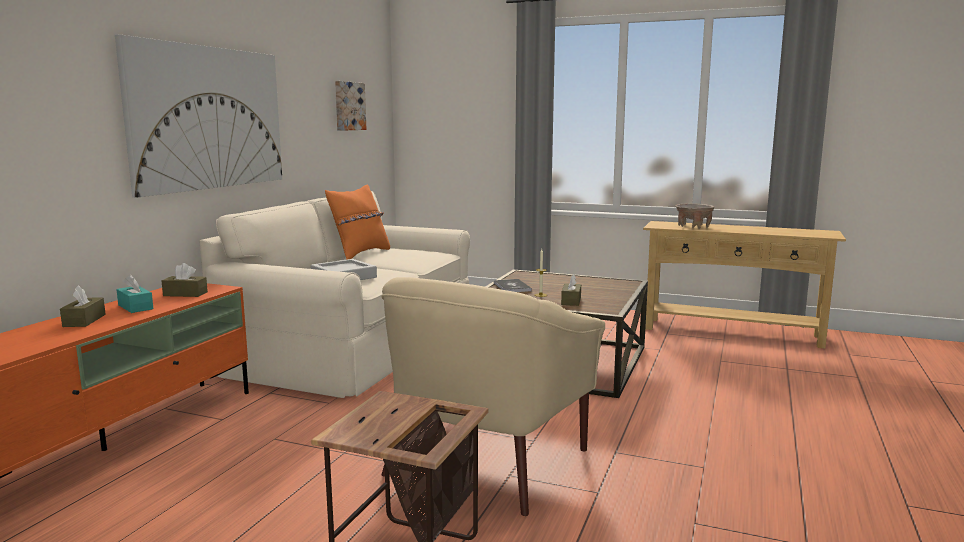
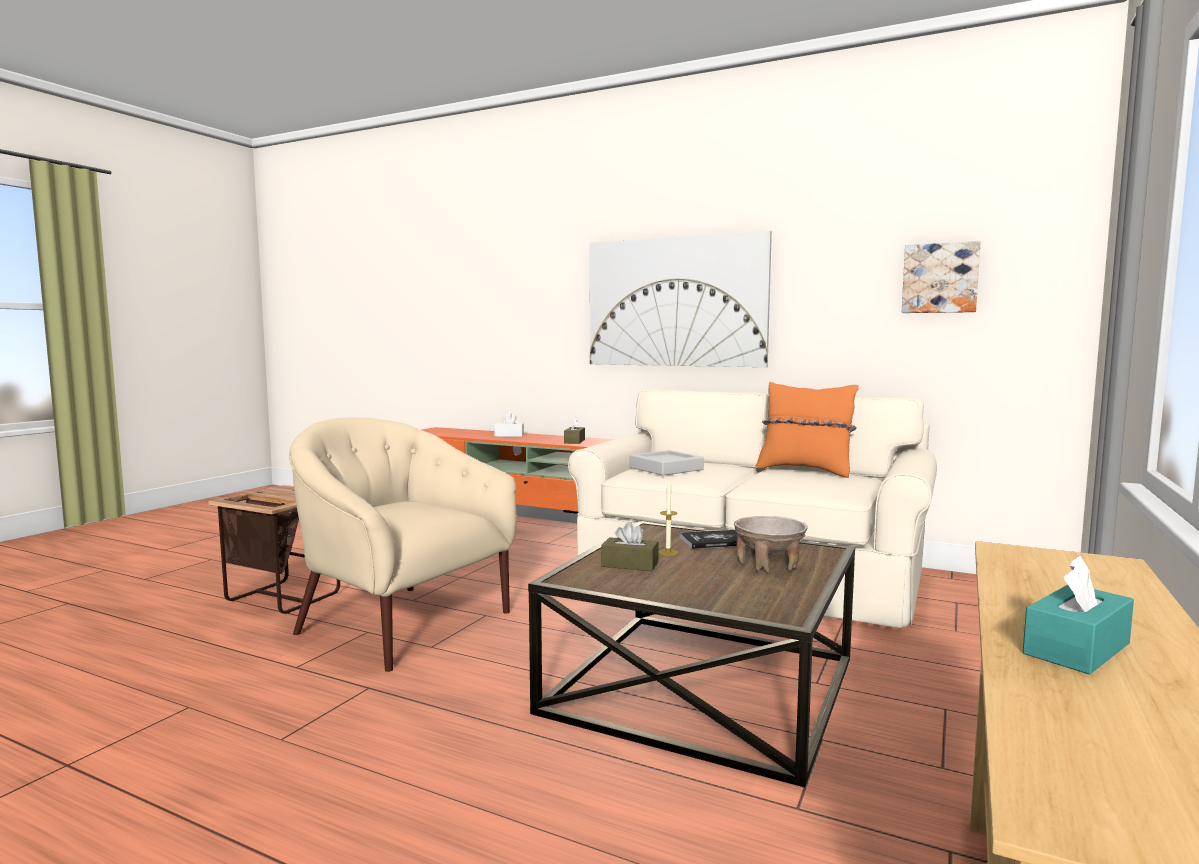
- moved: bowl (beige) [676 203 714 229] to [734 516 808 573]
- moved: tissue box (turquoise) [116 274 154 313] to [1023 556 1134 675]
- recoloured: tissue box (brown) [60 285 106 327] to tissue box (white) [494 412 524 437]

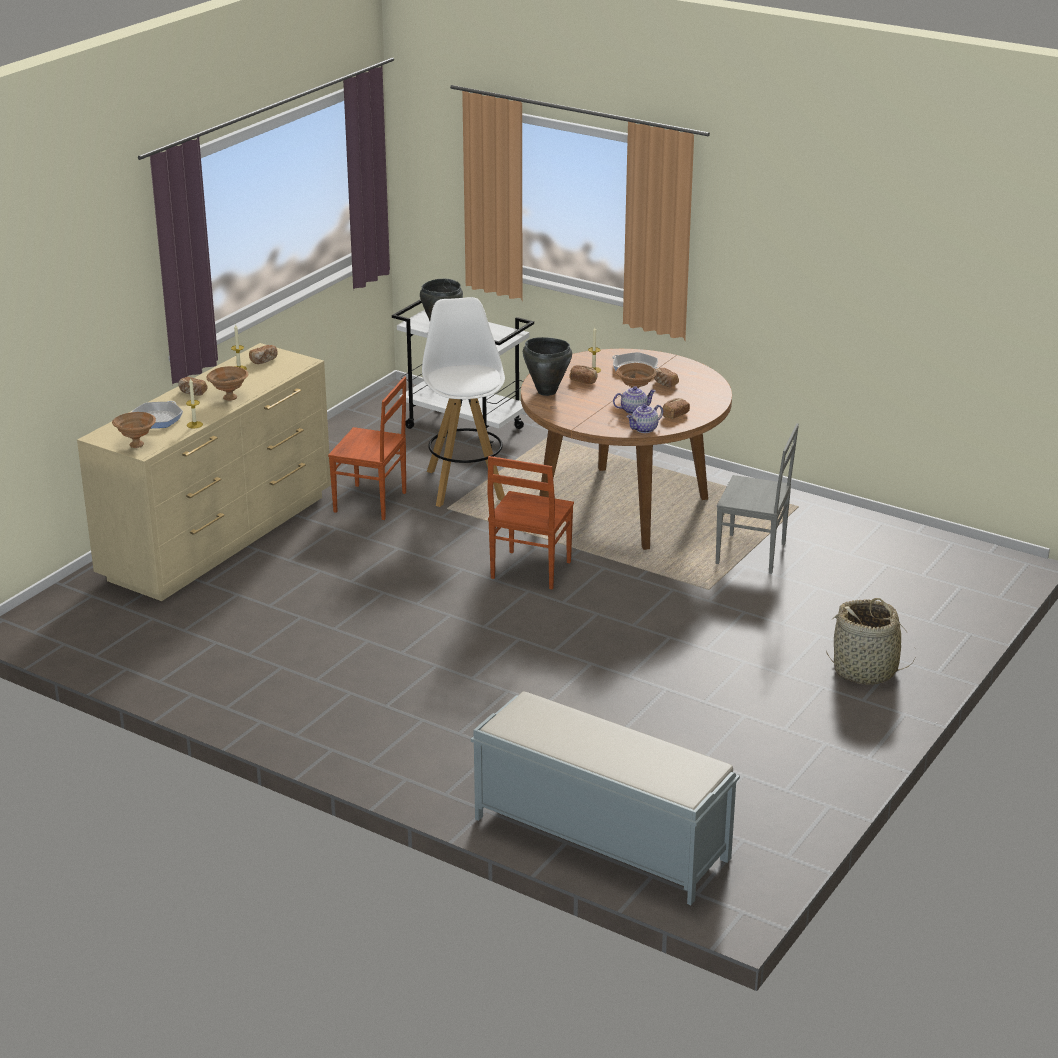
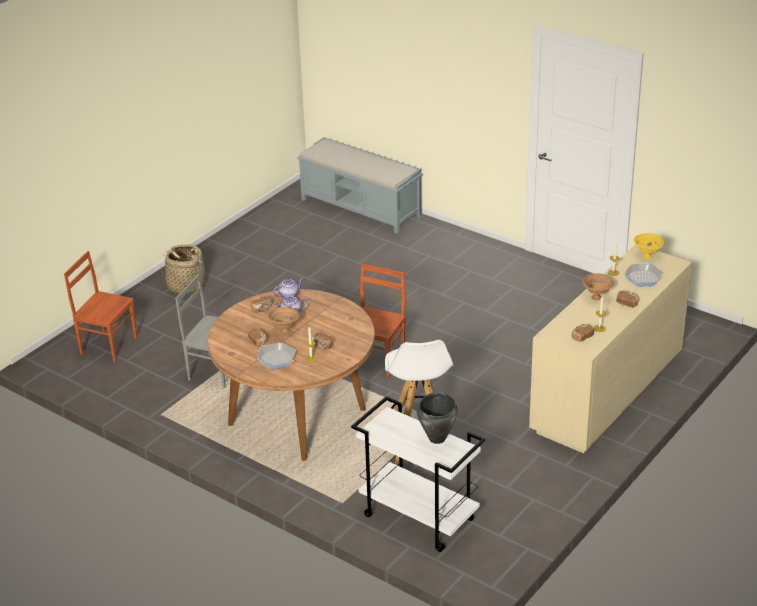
- removed: cooking pot (black) [523 337 572 396]
- moved: chair (brown) [328 376 406 520] to [64 251 138 362]
- recoloured: bowl (brown) [112 412 156 448] to bowl (yellow) [634 233 664 259]

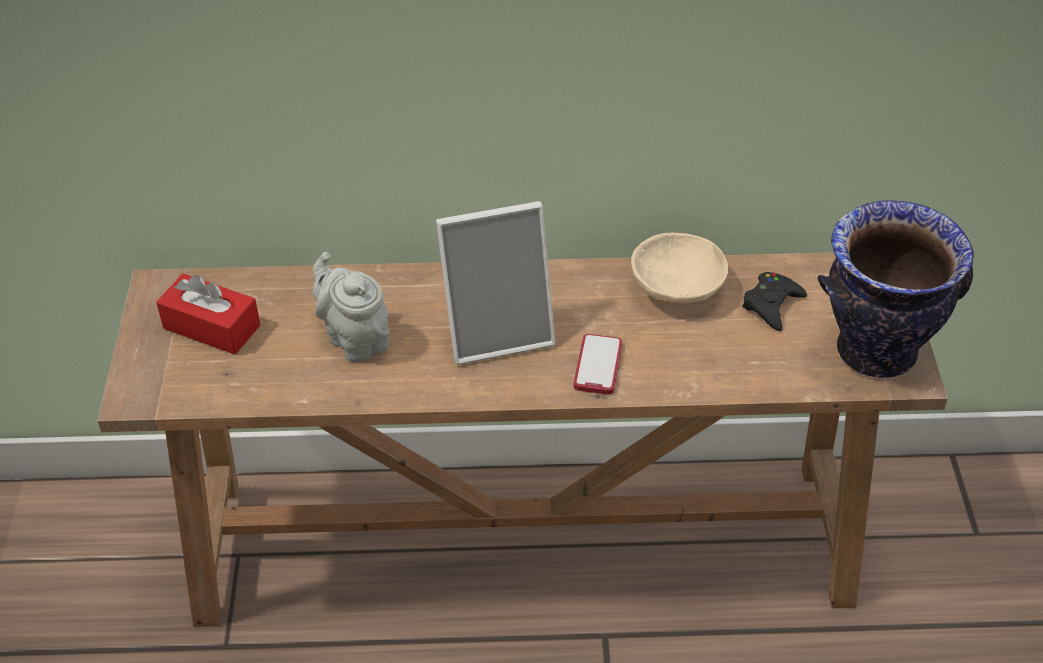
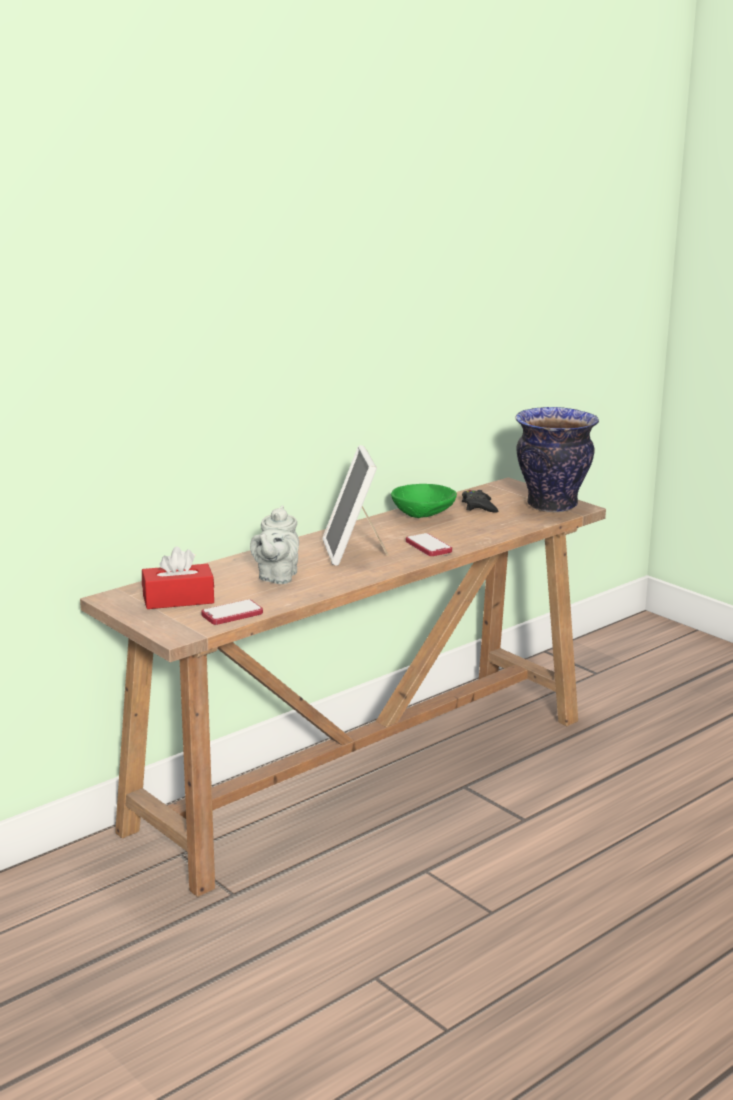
- turned: picture frame [436 201 555 365] = [322 445 388 566] 135 degrees clockwise
- recoloured: bowl (beige) [631 233 728 303] to bowl (green) [391 484 457 518]
- turned: teapot (grey) [312 252 389 362] = [250 505 299 584] 90 degrees counterclockwise
- added: phone [201 599 263 625]

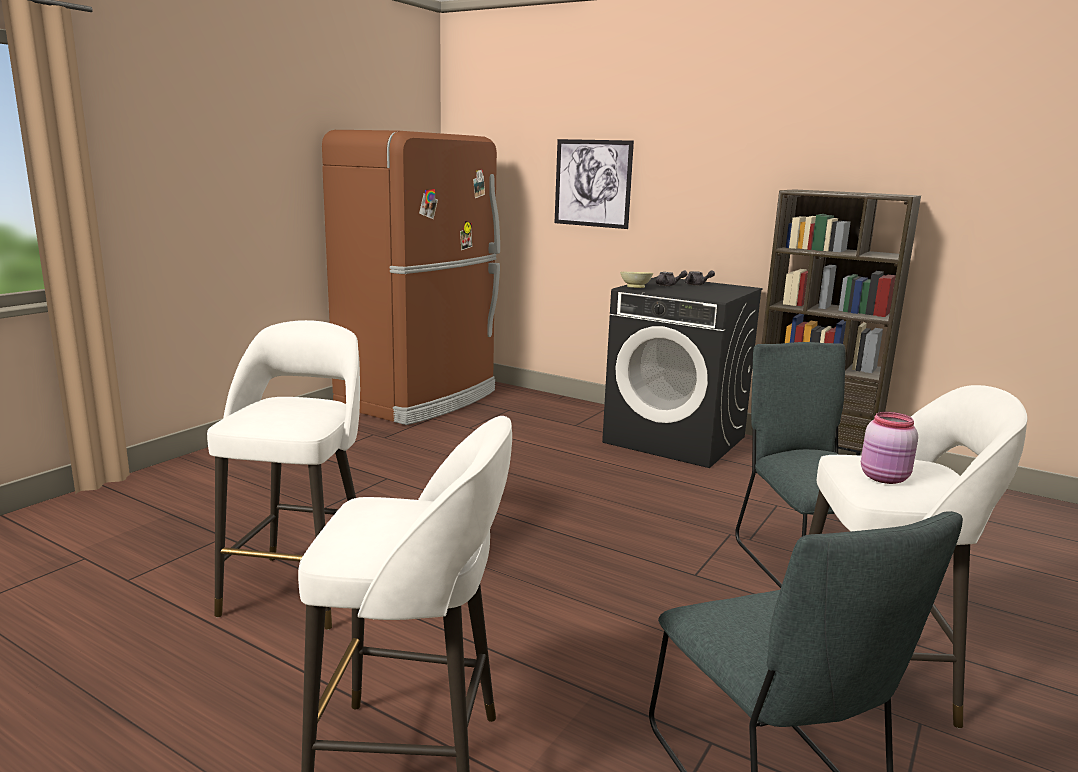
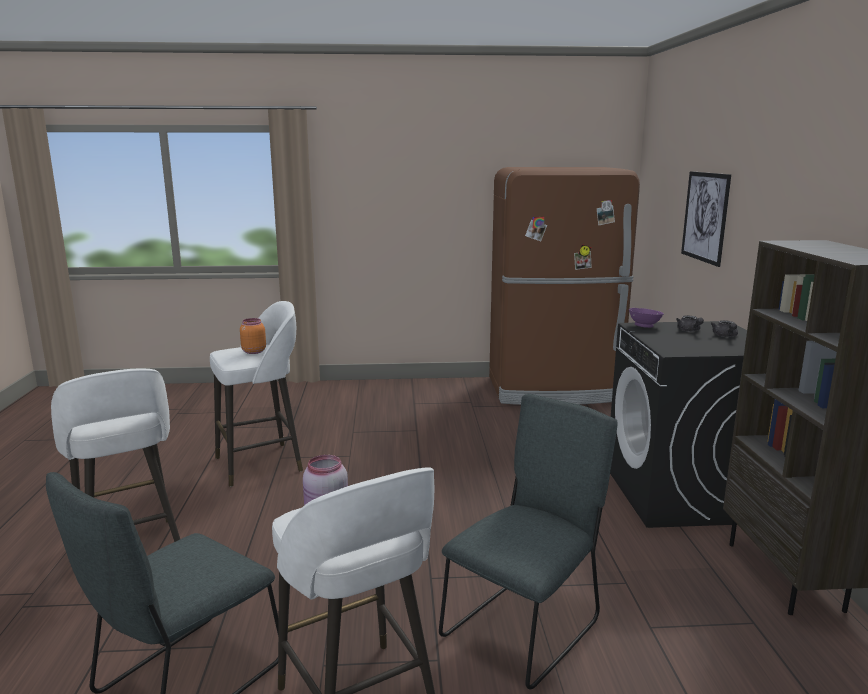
- recoloured: bowl (beige) [620 271 653 288] to bowl (purple) [629 308 664 328]
- added: jar (orange) [240 318 266 354]

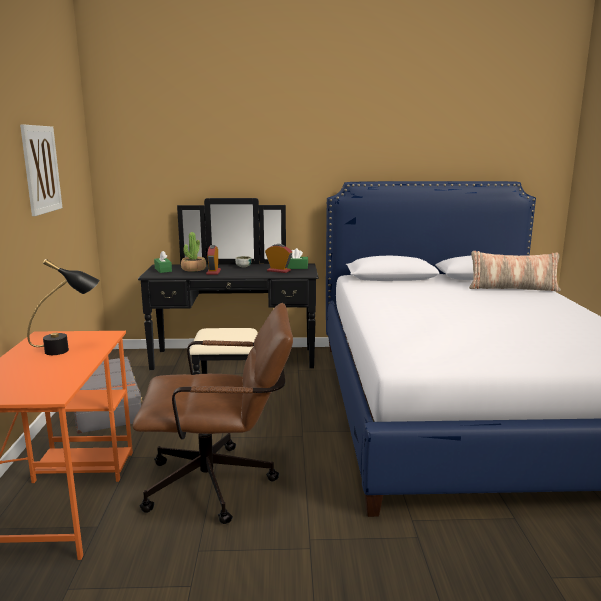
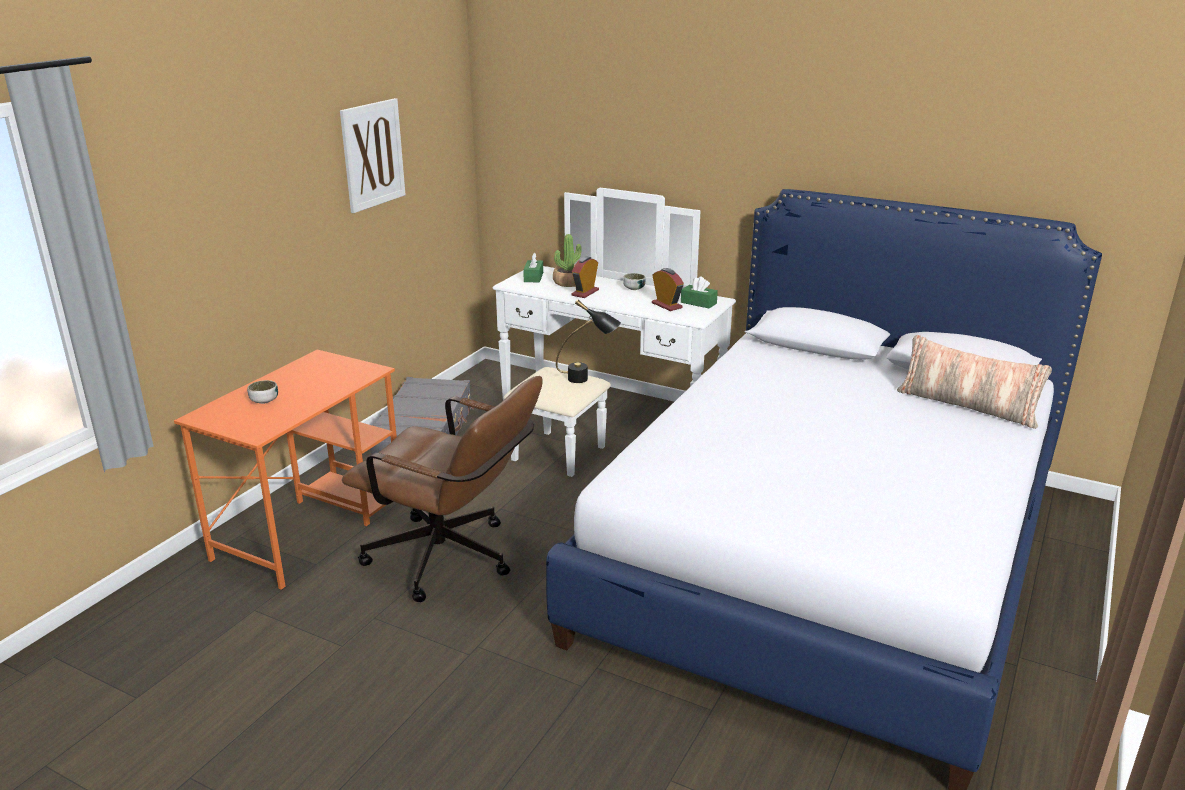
- recoloured: dresser (black) [138 198 319 375] to dresser (white) [493 188 736 477]
- moved: table lamp (black) [27 259 99 355] to [556 300 621 383]
- added: bowl [247 380 278 404]

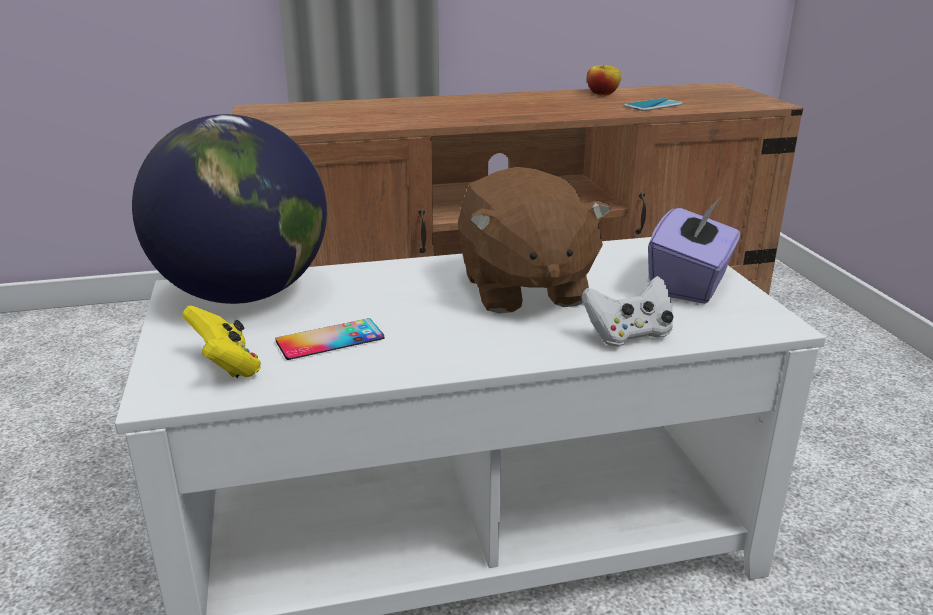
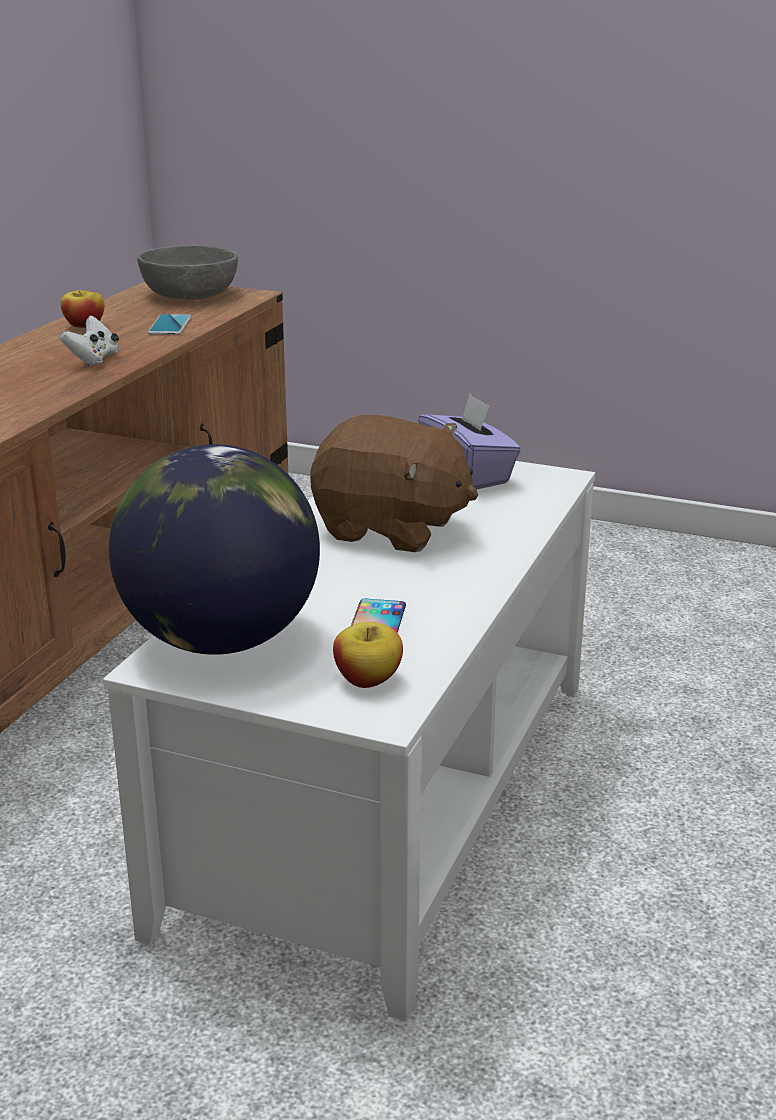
- moved: game controller (white) [581 276 674 346] to [60 316 119 366]
- replaced: game controller (yellow) [182 306 261 378] to apple [333 622 403 688]
- added: bowl (grey) [137 245 238 300]

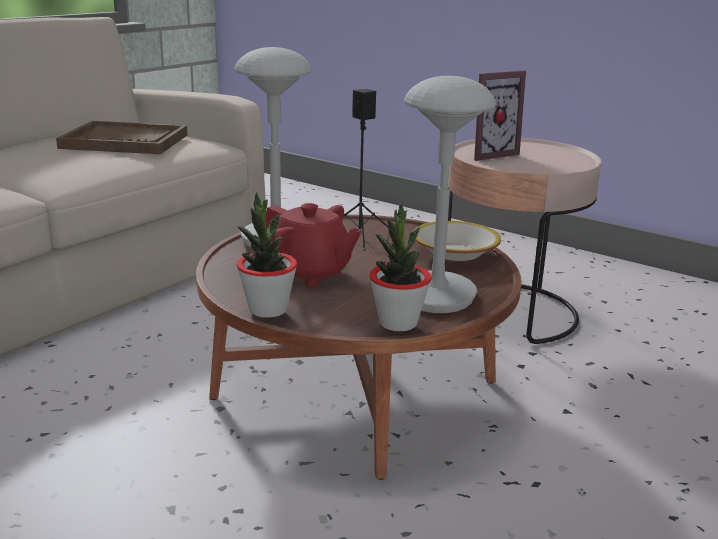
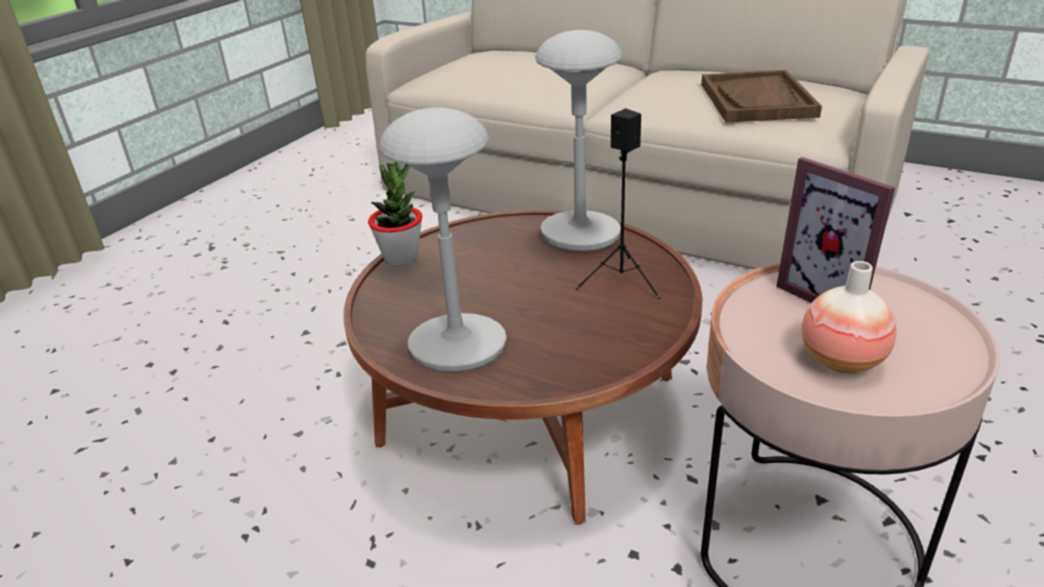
- removed: teapot (red) [265 203 362 286]
- removed: potted plant [369 203 432 331]
- removed: bowl [413 221 501 261]
- added: vase [801 261 896 373]

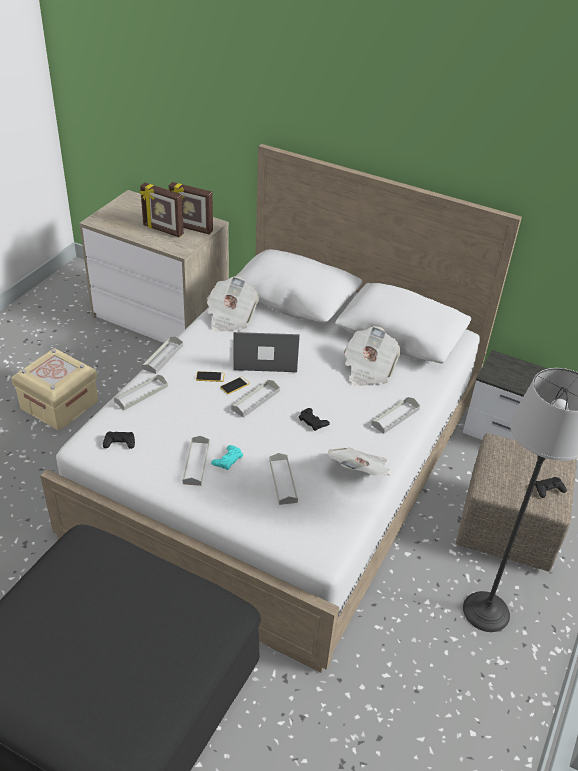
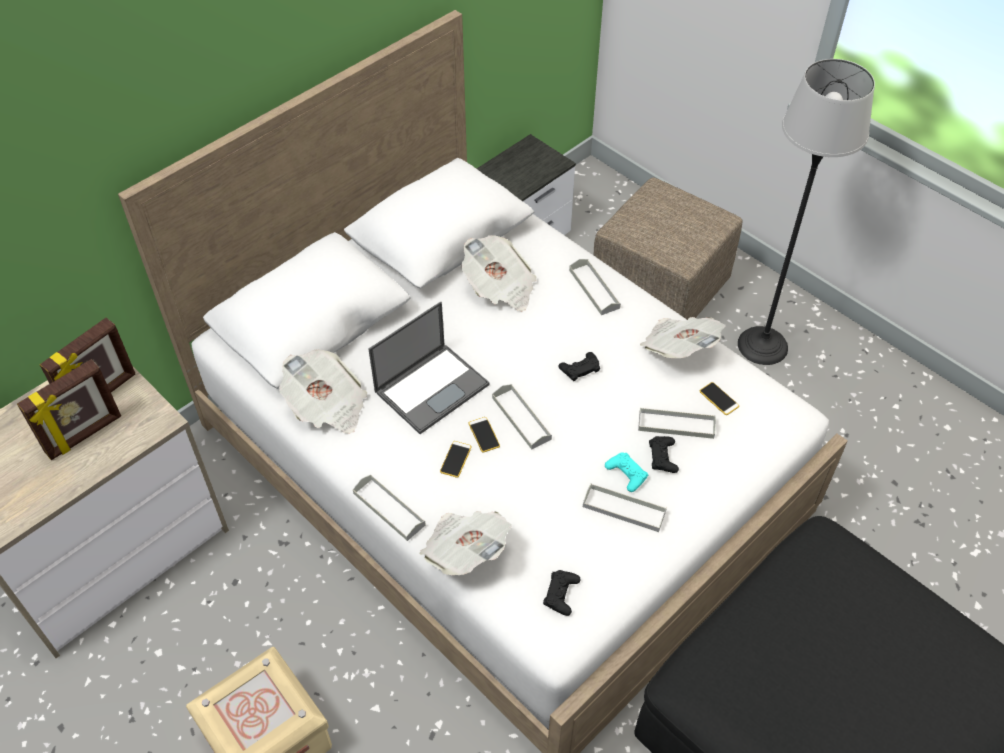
- turned: laptop [234 332 300 372] = [368 301 489 434] 150 degrees counterclockwise
- replaced: tray (grey) [114 375 168 411] to newspaper [419 511 512 575]
- moved: game controller (black) [535 477 567 498] to [649 436 679 473]
- added: phone [700 382 739 415]

